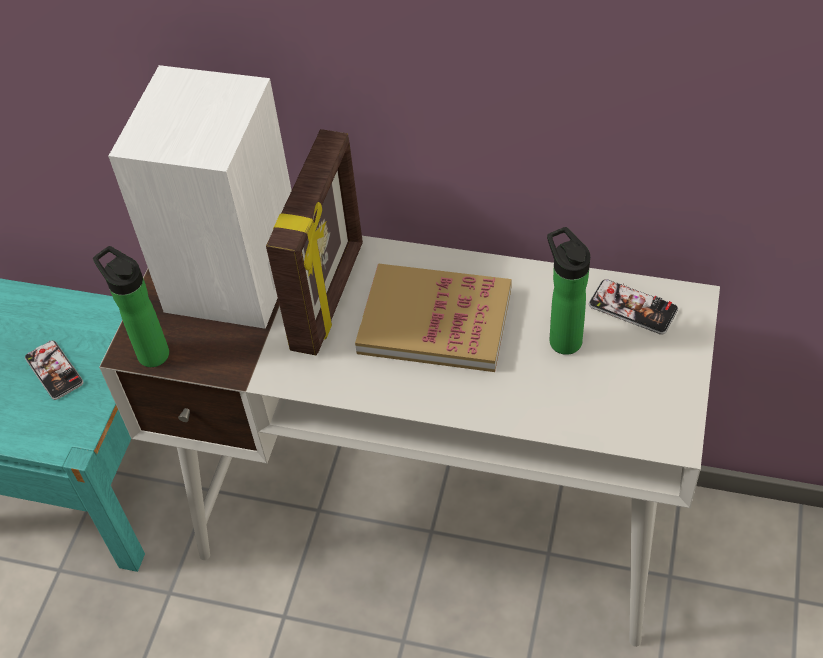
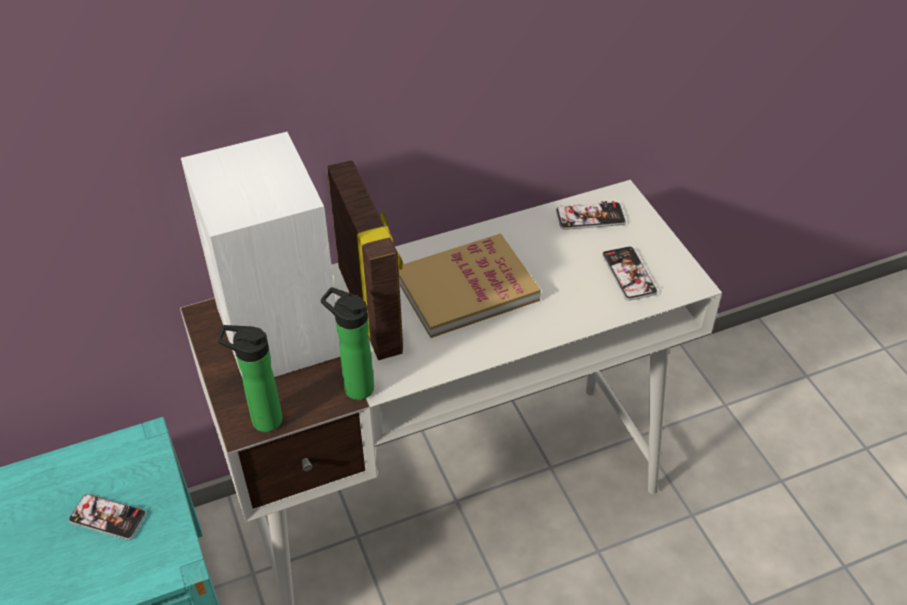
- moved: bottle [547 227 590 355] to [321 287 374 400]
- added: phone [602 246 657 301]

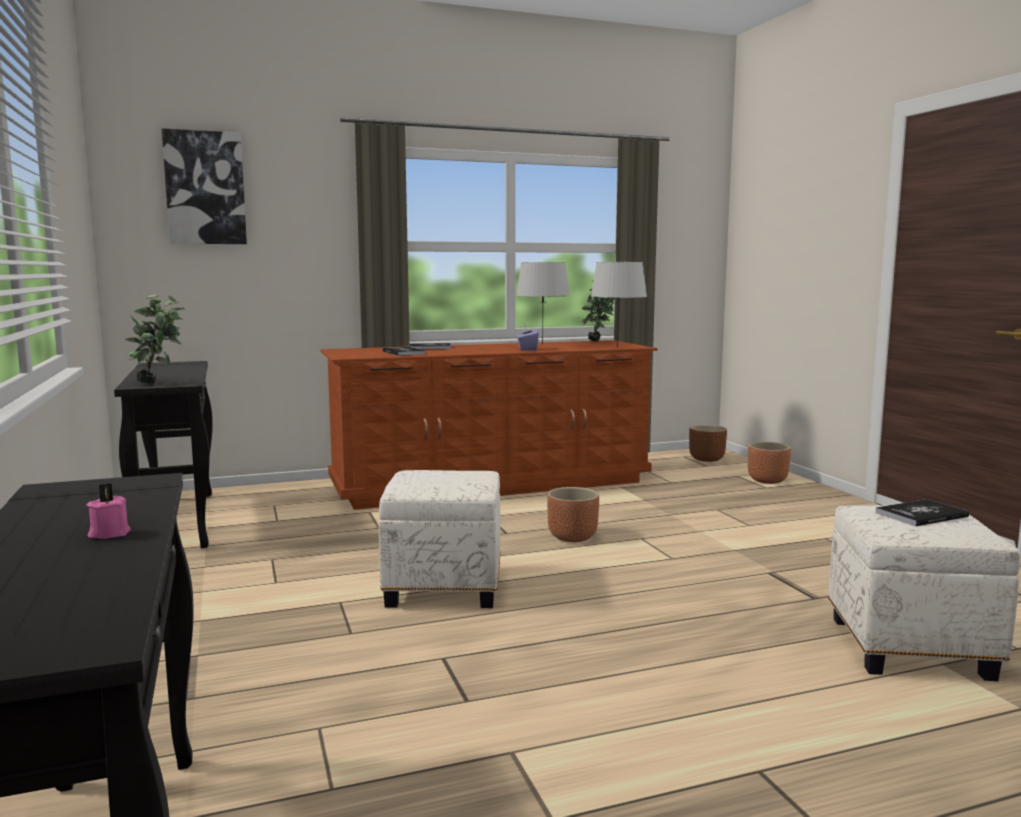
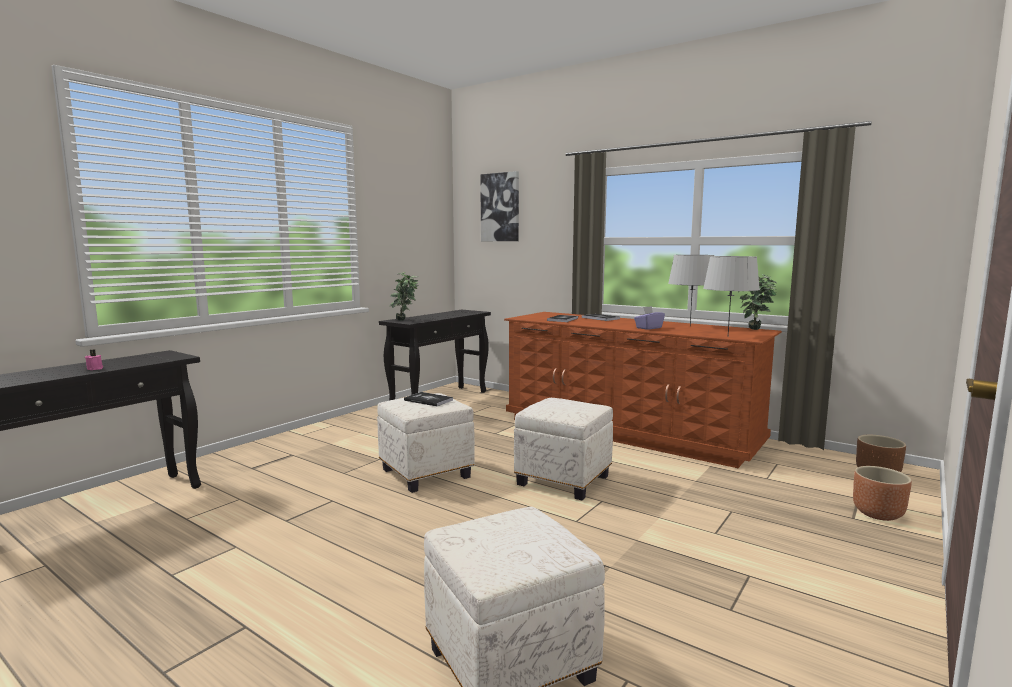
- replaced: planter (brown) [547 487 599 542] to ottoman (white) [514 398 613 500]
- moved: book [875 499 969 526] to [404 392 453 406]

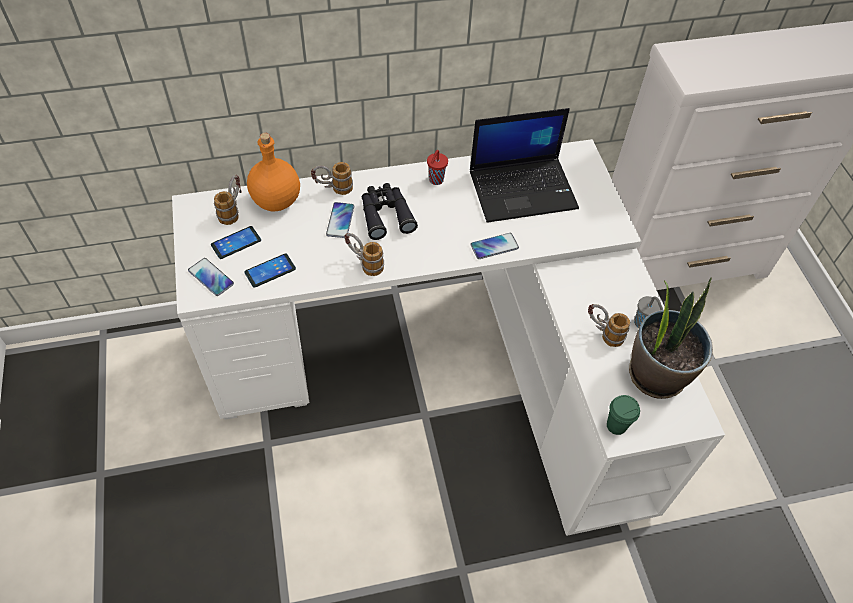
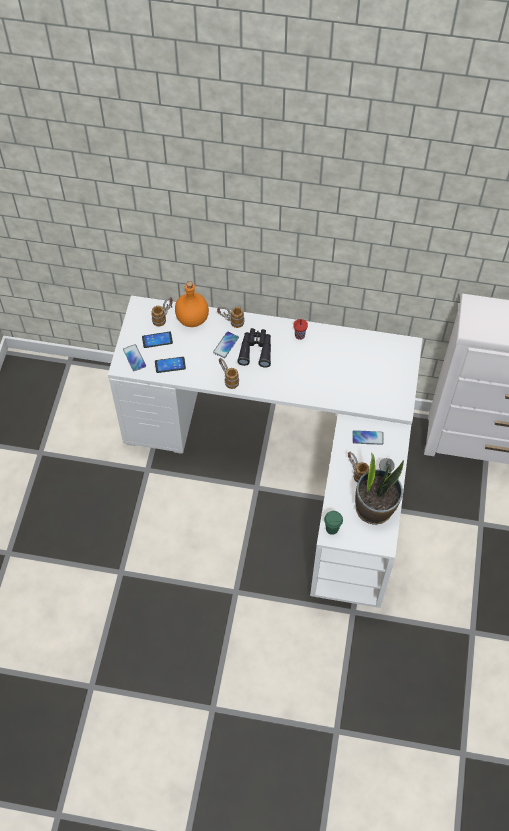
- removed: laptop [470 108 579 223]
- moved: phone [470 233 519 259] to [353 430 384 445]

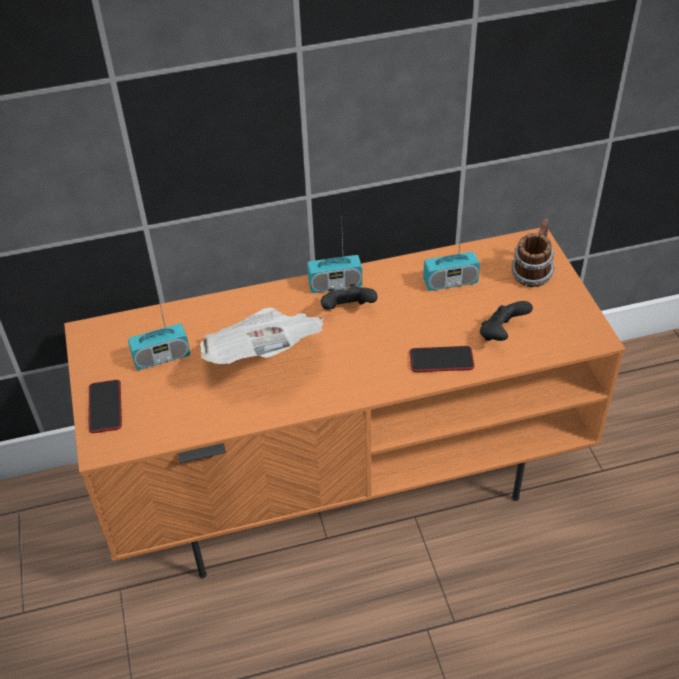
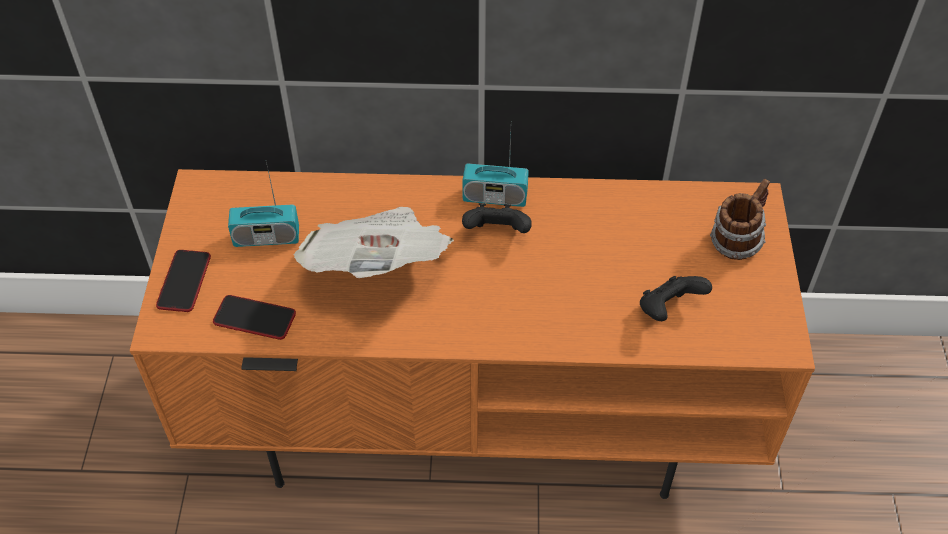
- removed: radio [423 220 480 291]
- moved: phone [409 346 474 372] to [213 295 296 340]

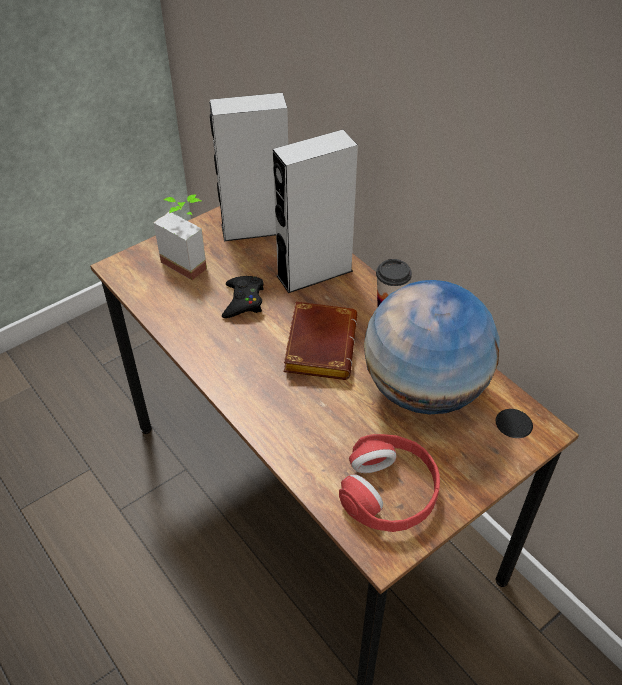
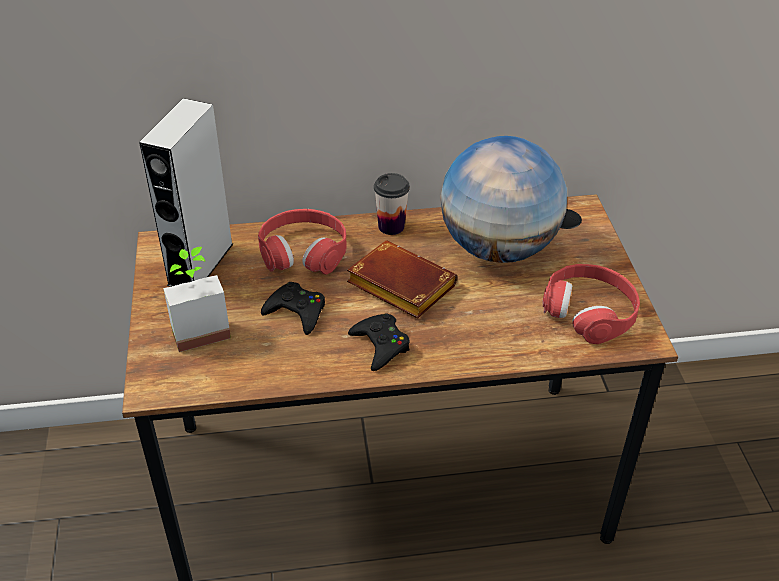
- replaced: speaker (grey) [273 129 358 293] to headphones (red) [258 209 347 275]
- added: game controller (black) [348 313 410 371]

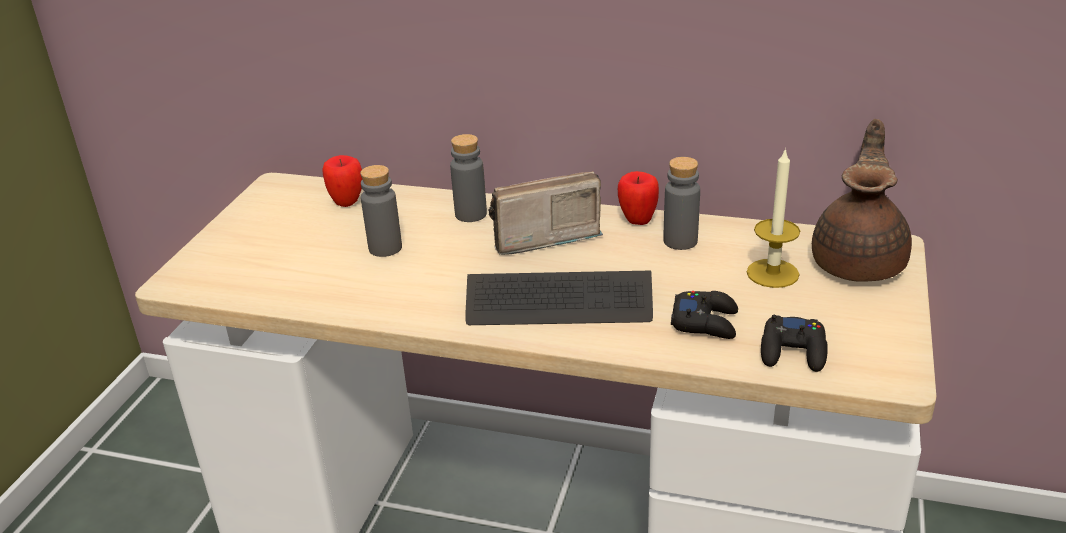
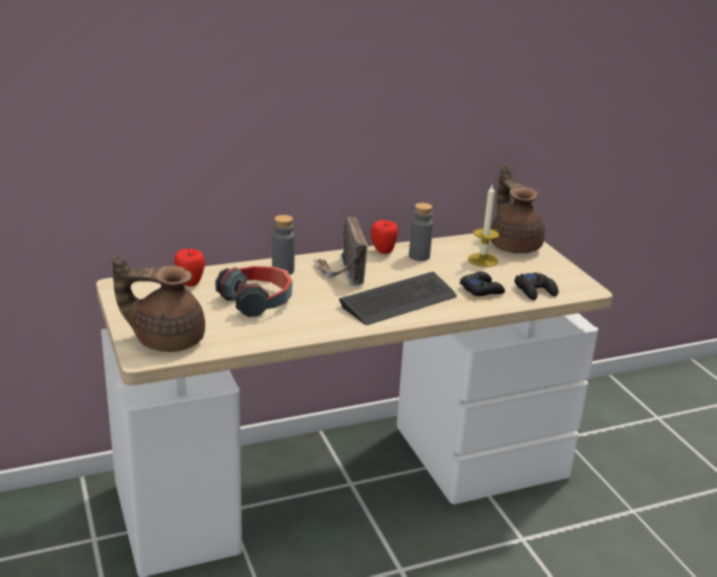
- replaced: bottle (grey) [360 165 402 257] to headphones [215 266 292 317]
- turned: radio [488 171 603 255] = [313 216 368 286] 45 degrees counterclockwise
- added: teapot (brown) [112 255 205 352]

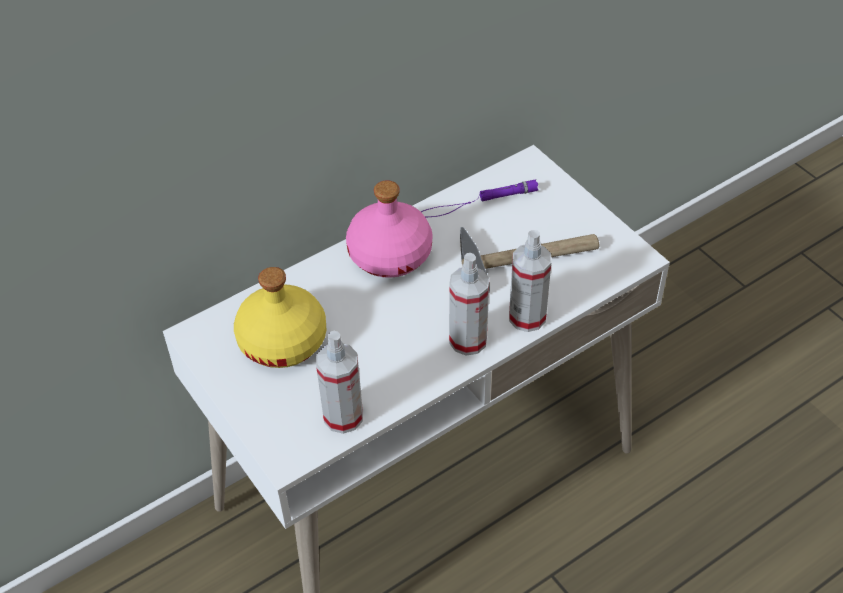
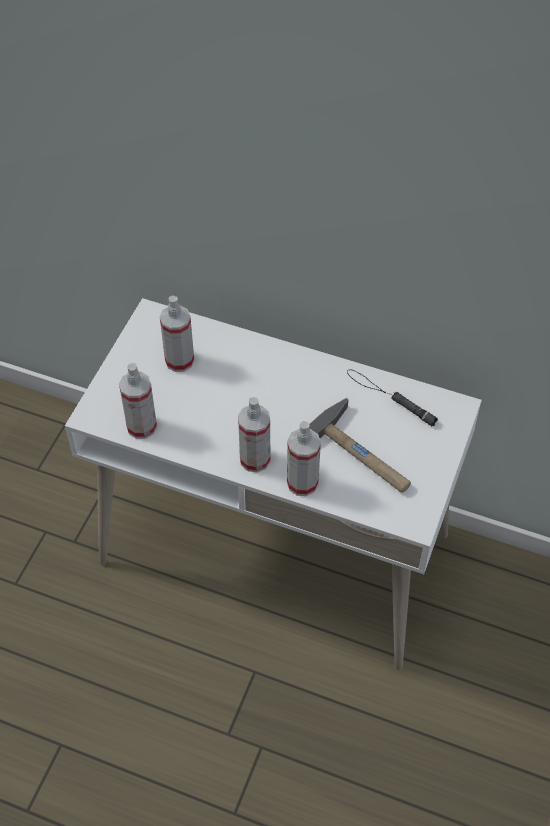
- recoloured: flashlight (purple) [421 179 539 217] to flashlight (black) [347 369 438 426]
- removed: bottle (pink) [346 180 433 278]
- replaced: bottle (yellow) [234 267 326 368] to spray bottle [160 296 194 372]

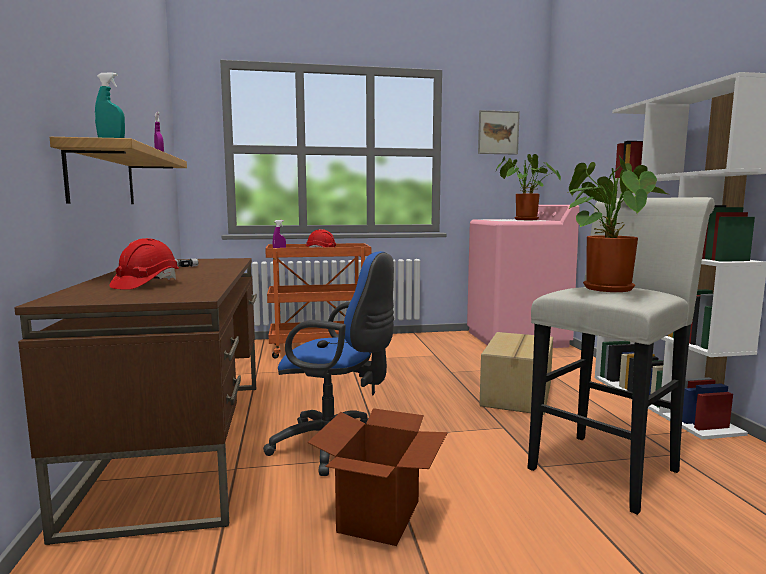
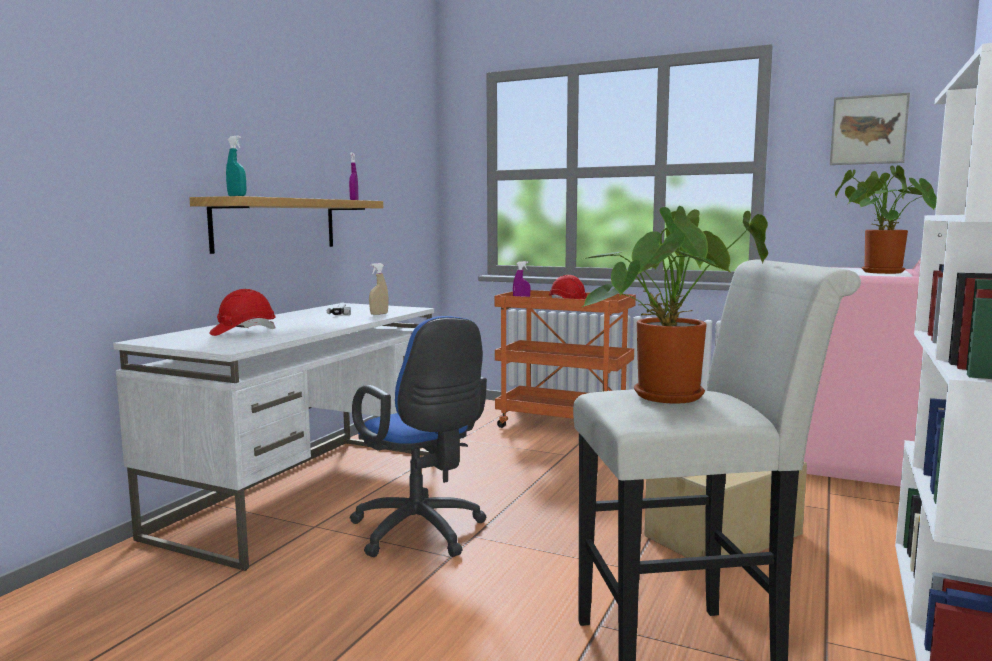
- recoloured: desk (brown) [14 258 257 545] to desk (white) [113 303 434 571]
- removed: cardboard box [308 408 448 546]
- added: spray bottle (beige) [369 263 389 315]

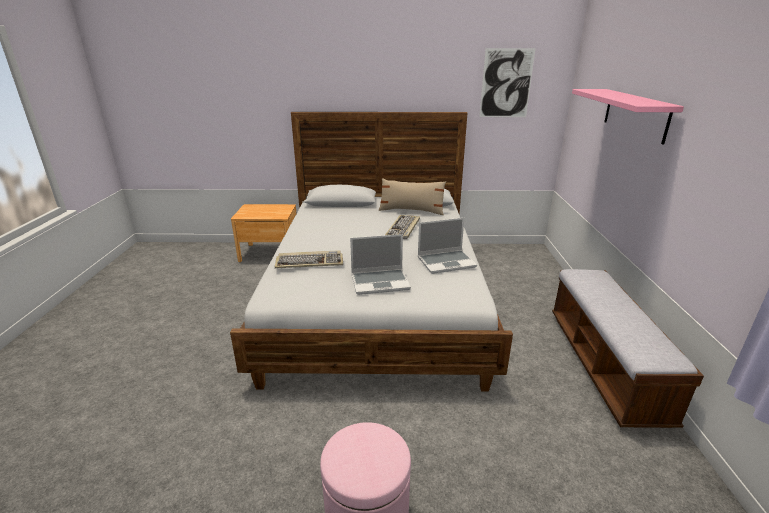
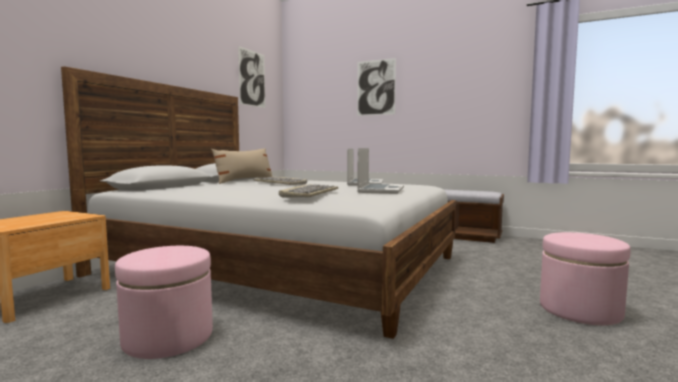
- replaced: shelf (pink) [572 89 684 144] to picture [357 58 396 116]
- added: ottoman (pink) [115 246 213 359]

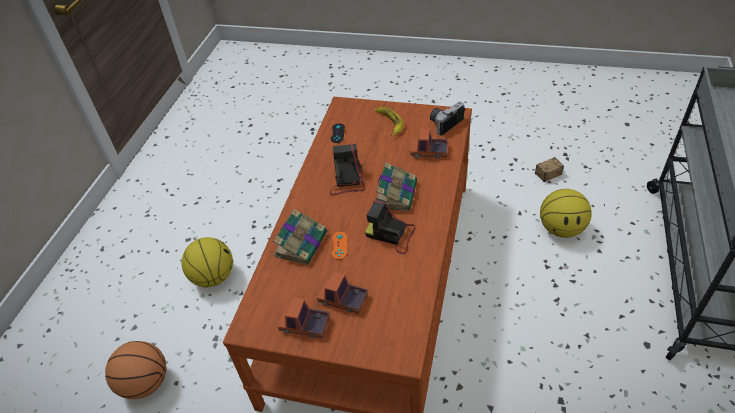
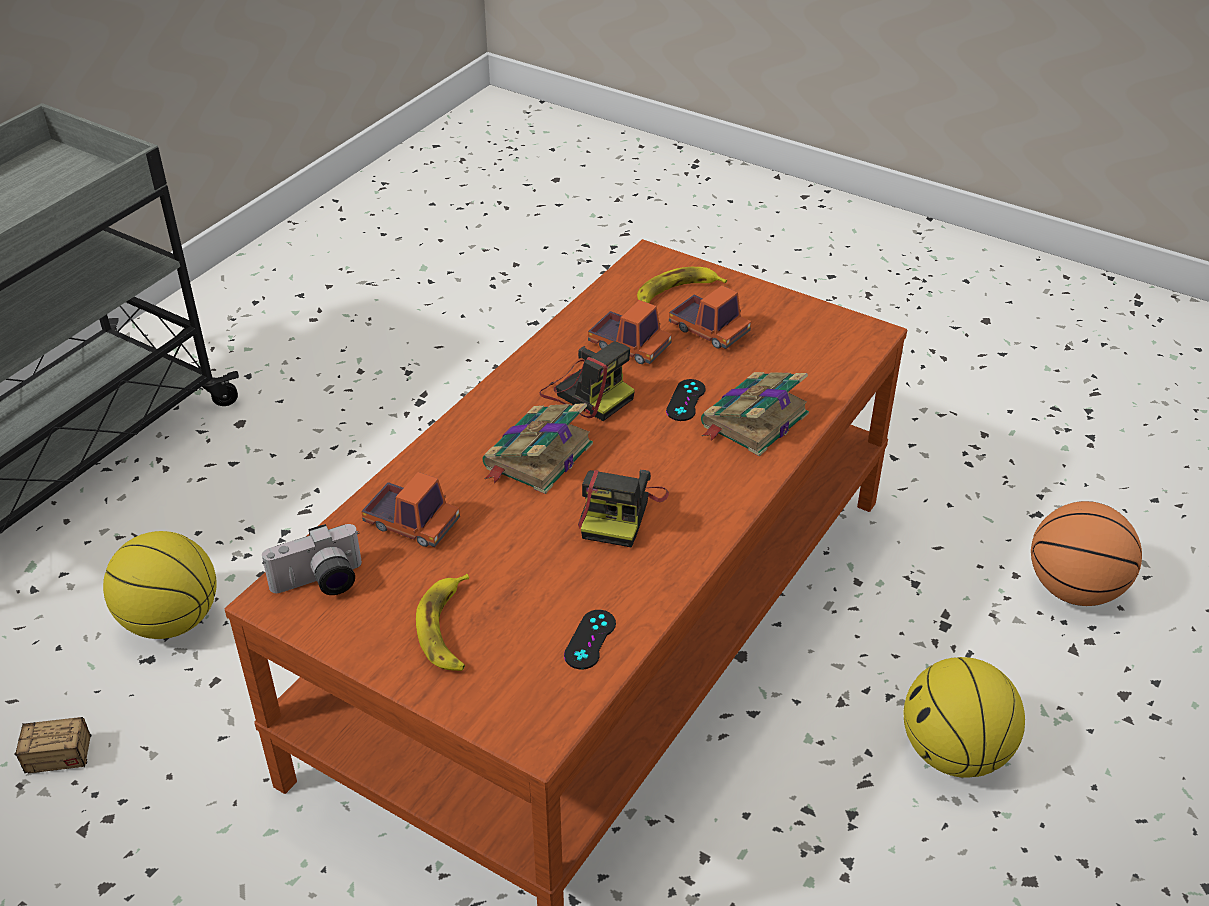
- recoloured: game controller (orange) [331 232 347 260] to game controller (black) [666 379 706 421]
- moved: toy truck [278 298 330 338] to [588 300 672 364]
- added: banana [637 267 727 303]

